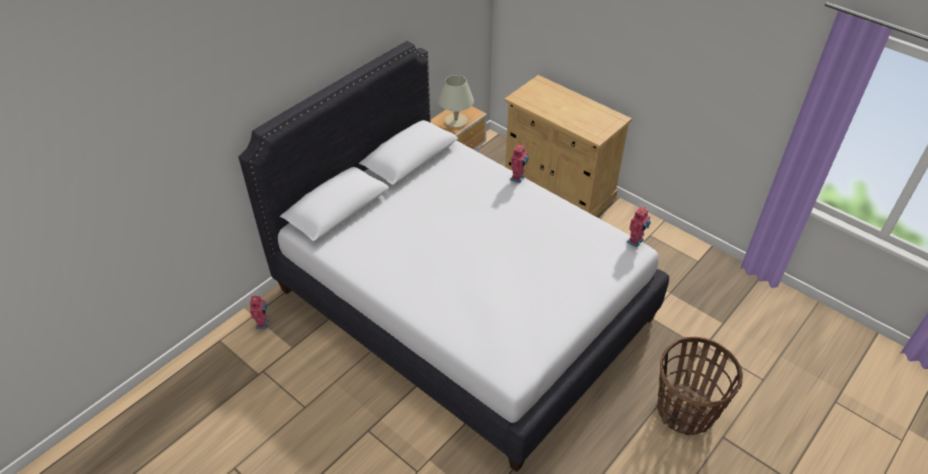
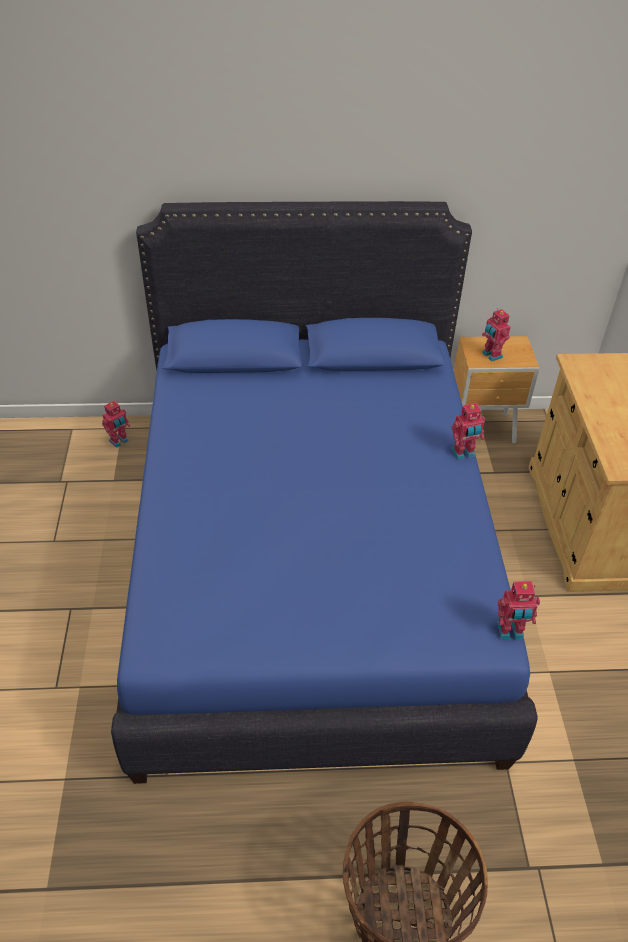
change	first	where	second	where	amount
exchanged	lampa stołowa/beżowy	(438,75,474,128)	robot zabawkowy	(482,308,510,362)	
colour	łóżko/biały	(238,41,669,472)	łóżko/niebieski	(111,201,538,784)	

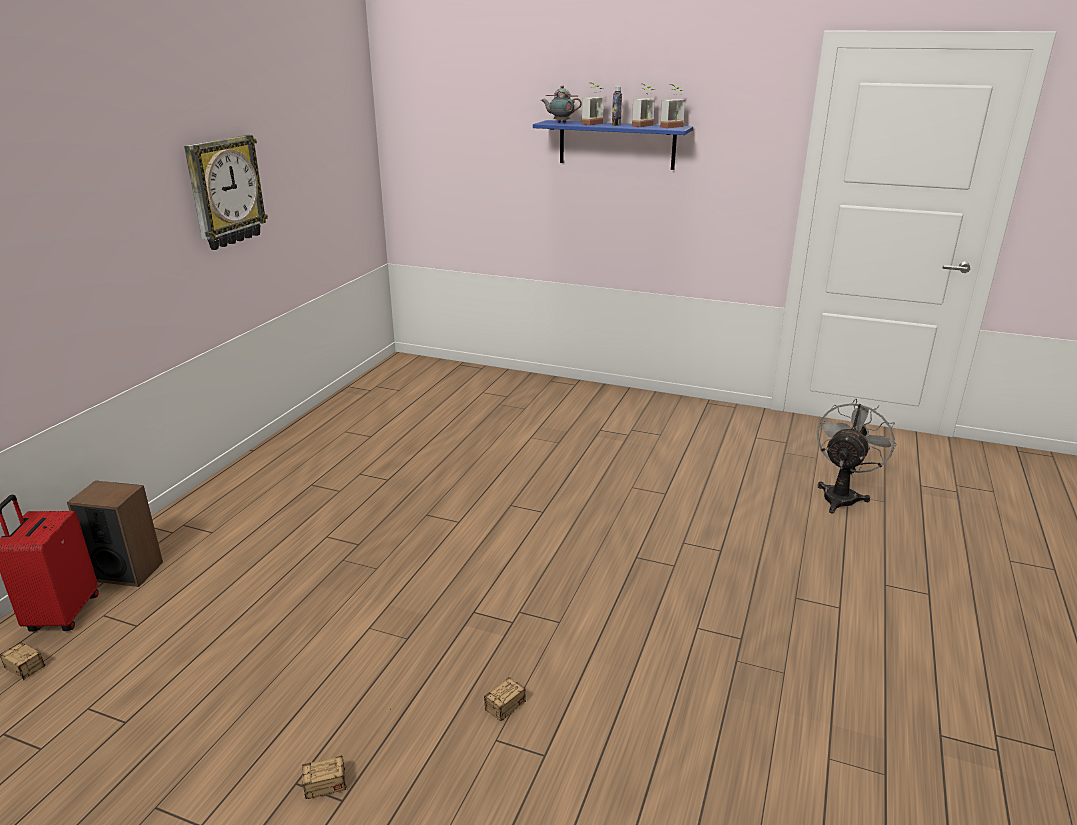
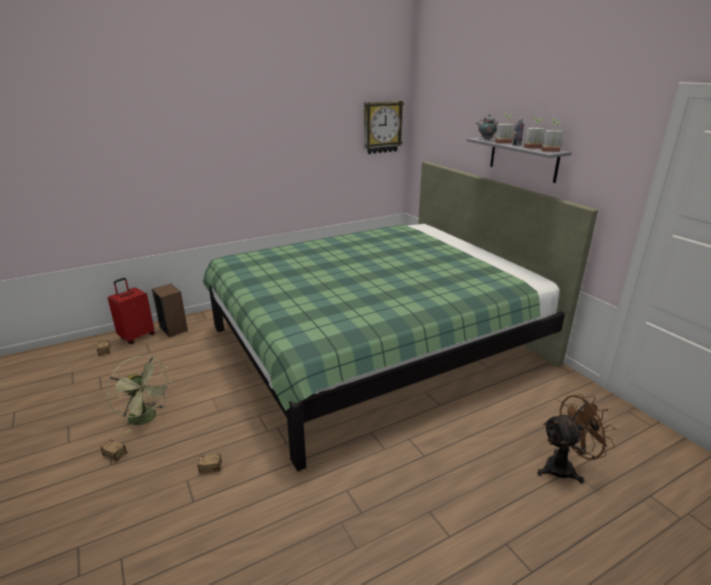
change	first	where	second	where	amount
appeared			wentylator/zielony	(106,356,172,433)	
appeared			łóżko/zielony	(203,162,598,471)	
relocated	zegar ścienny	(184,135,268,250)		(364,101,404,154)	
colour	półka/niebieski	(533,120,693,170)	półka/szary	(467,137,572,183)	
colour	wentylator/szary	(817,398,896,514)	wentylator/brązowy	(537,394,616,483)	

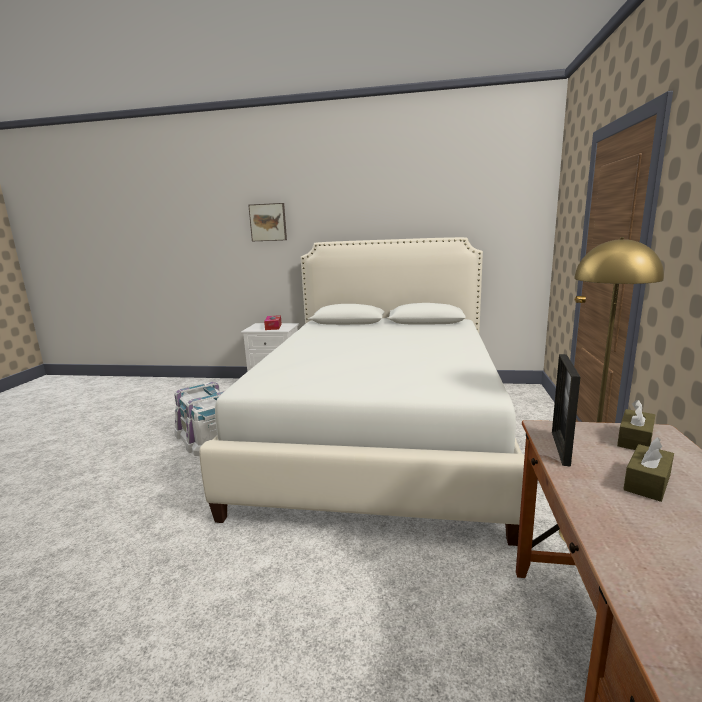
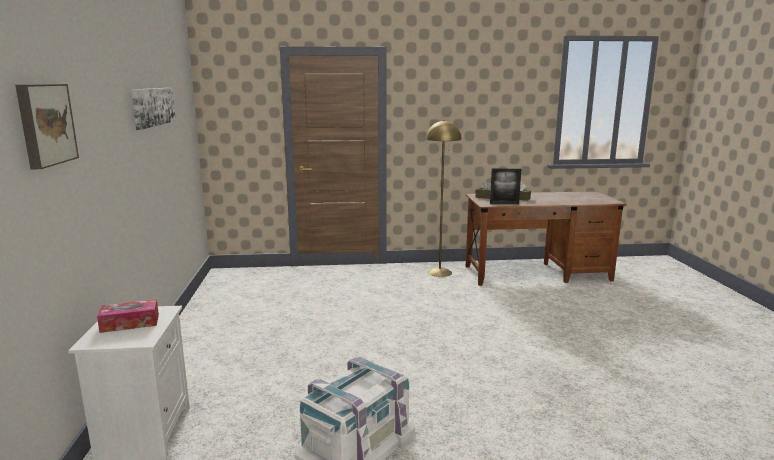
change	first	where	second	where	amount
missing	łóżko/biały	(199,237,525,546)			
appeared			obraz	(131,88,176,130)	

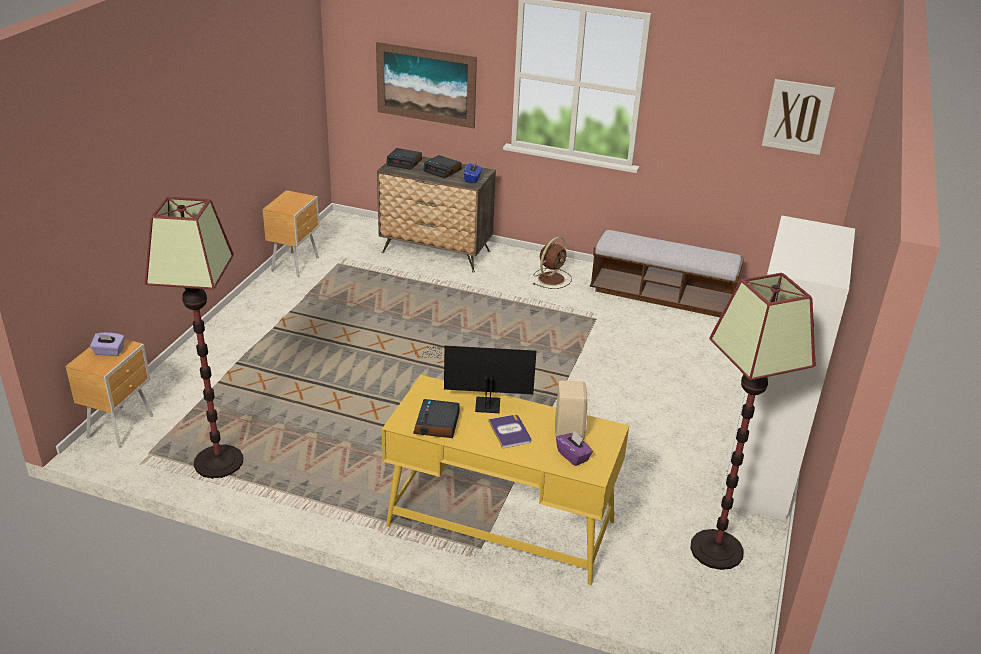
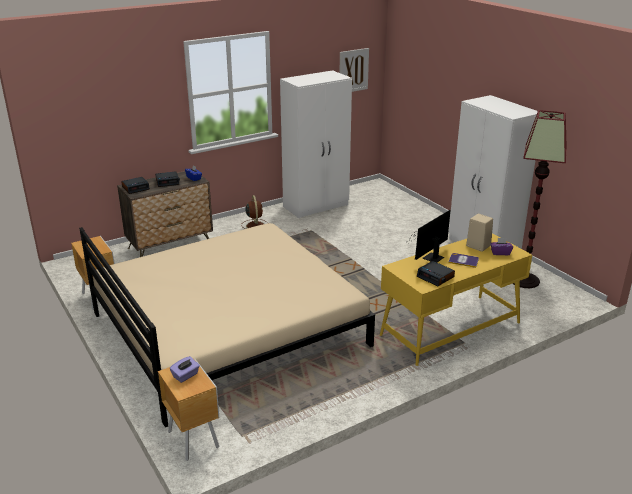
change	first	where	second	where	amount
missing	lampa stojąca	(144,197,243,479)			
missing	obraz	(376,42,477,128)			
appeared			łóżko/beżowy	(79,223,375,427)	
exchanged	ławka	(590,230,744,317)	szafa/biały	(280,70,352,218)	

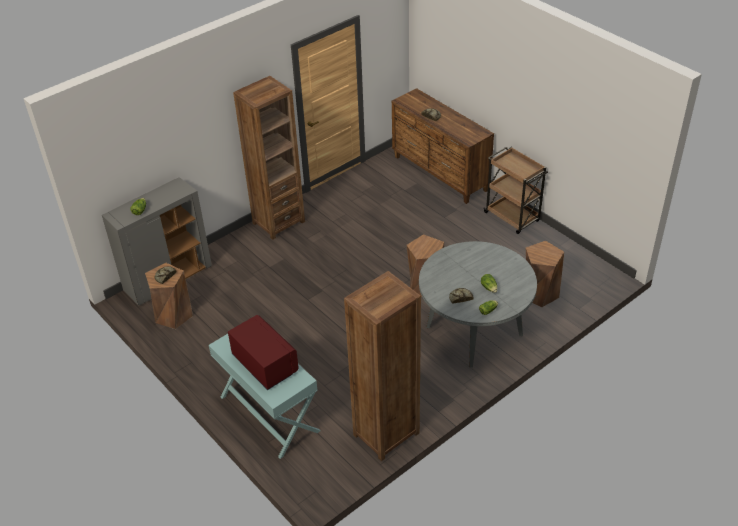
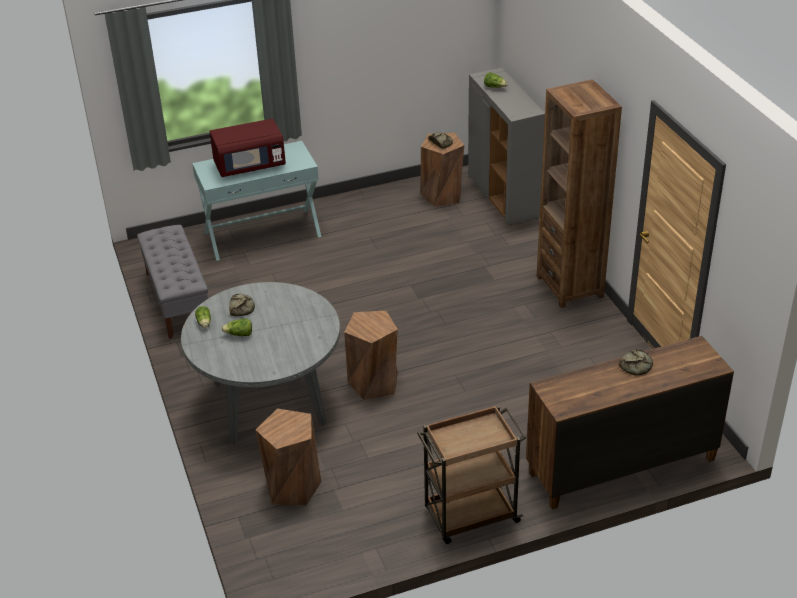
change	first	where	second	where	amount
exchanged	regał/brązowy	(344,271,421,461)	ławka/szary	(137,225,208,339)	

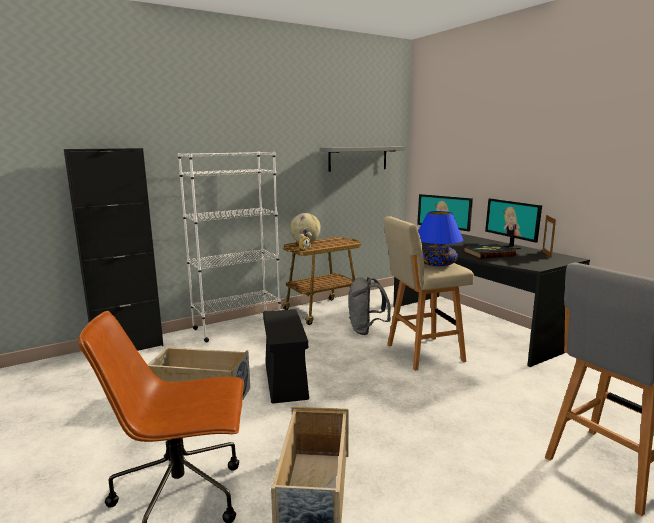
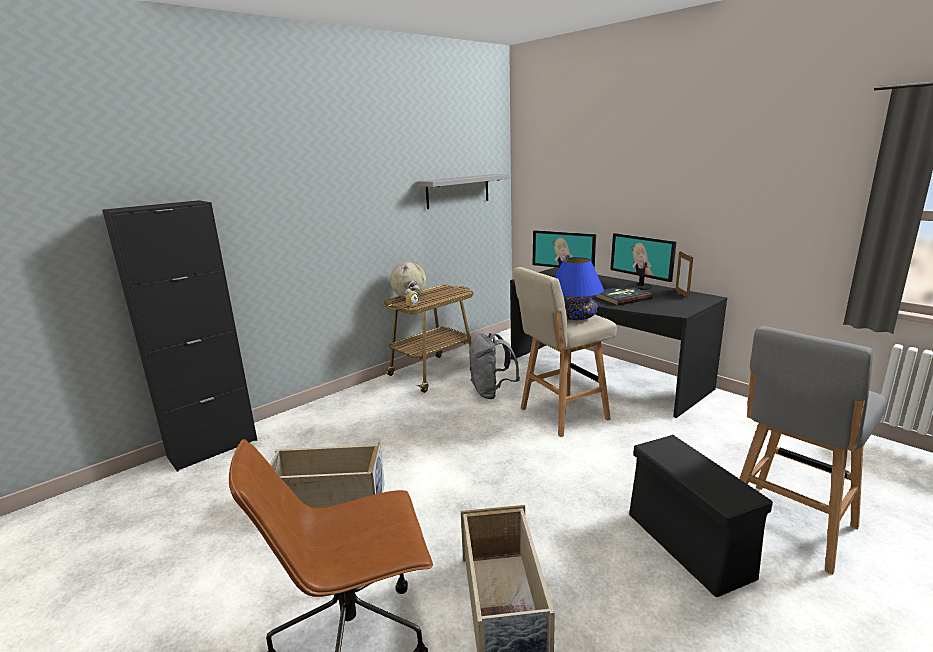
change	first	where	second	where	amount
missing	regał/biały	(178,151,281,343)			
relocated	pojemnik do przechowywania/czarny	(263,309,309,404)		(629,435,773,597)	

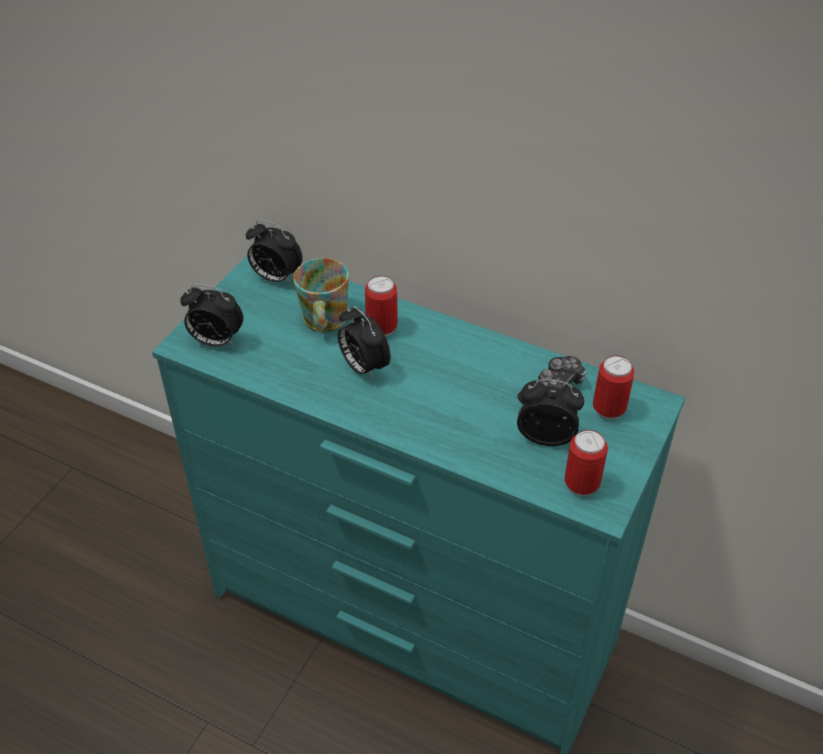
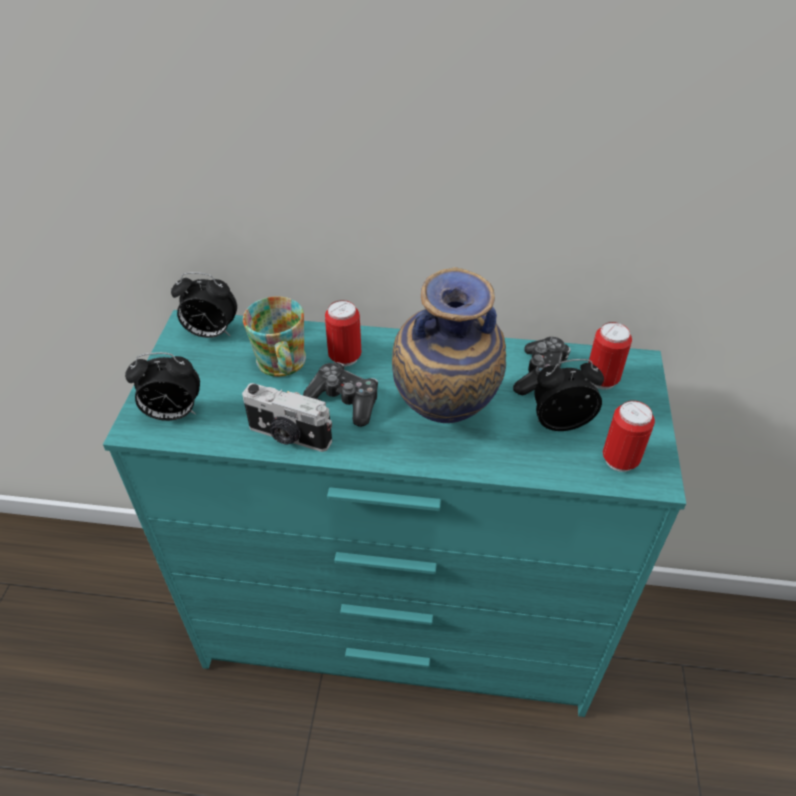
change	first	where	second	where	amount
appeared			aparat fotograficzny	(242,383,332,452)	
appeared			wazon	(392,267,506,423)	
exchanged	budzik	(338,305,391,380)	pad do gier	(303,362,378,427)	

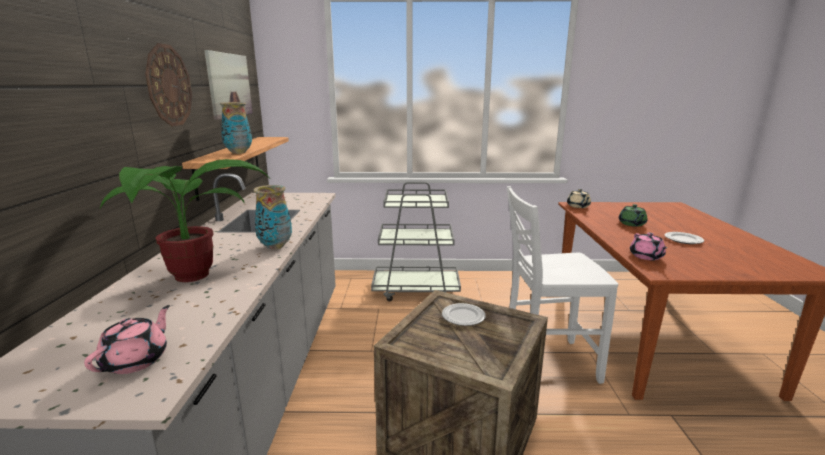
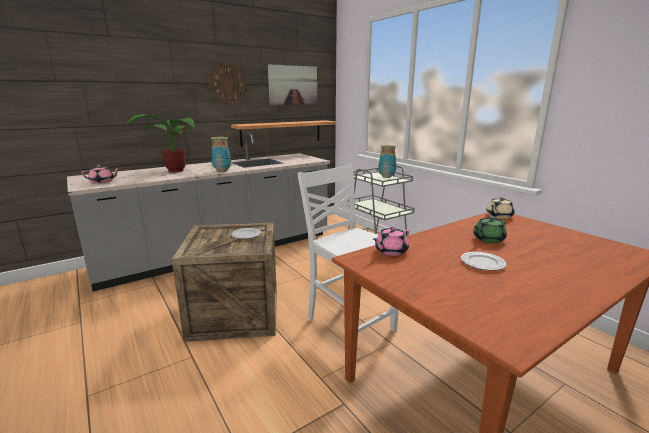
change	first	where	second	where	amount
relocated	wazon	(220,102,252,154)		(378,145,396,178)	

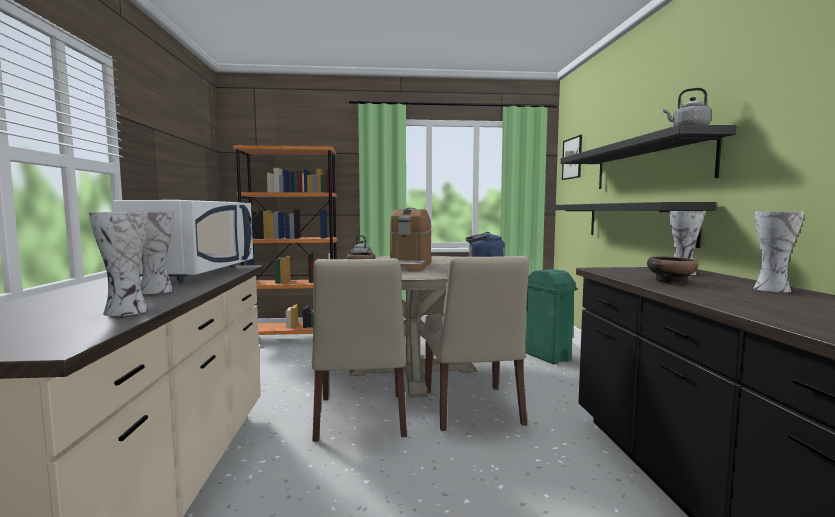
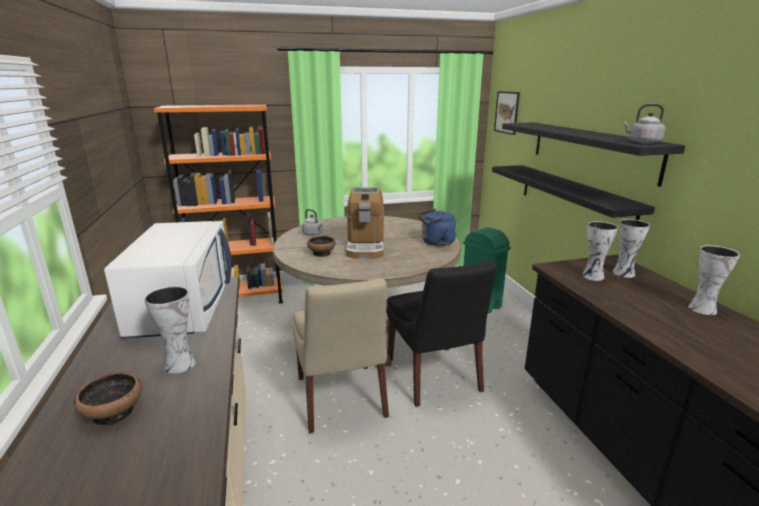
change	first	where	second	where	amount
relocated	wazon	(89,212,149,316)		(582,221,618,281)	
relocated	miska	(647,257,698,284)		(74,372,142,426)	
colour	krzesło/beżowy	(424,256,529,431)	krzesło/czarny	(387,261,497,407)	

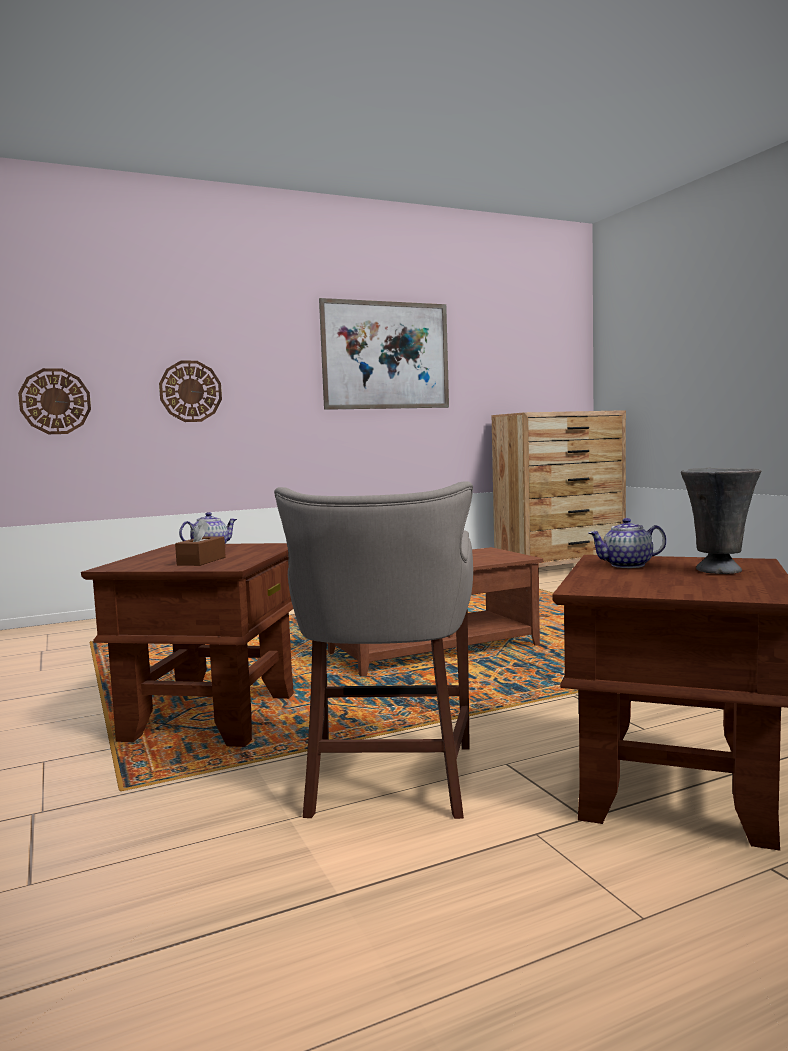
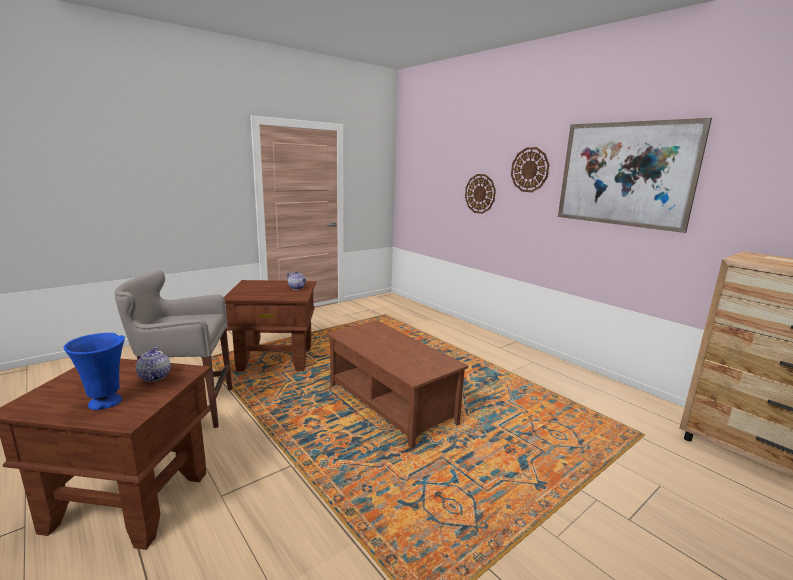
change	first	where	second	where	amount
missing	pudełko chusteczek/brązowy	(175,519,226,566)			
relocated	zegar ścienny	(18,368,91,434)		(511,147,549,192)	
colour	wazon/szary	(681,468,761,574)	wazon/niebieski	(63,333,125,410)	

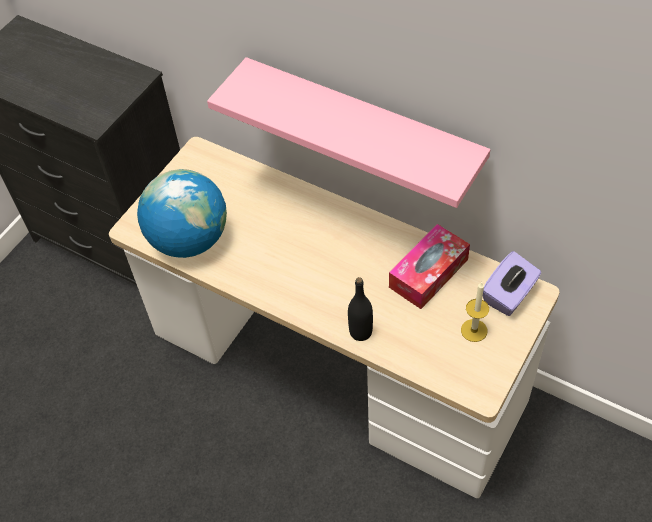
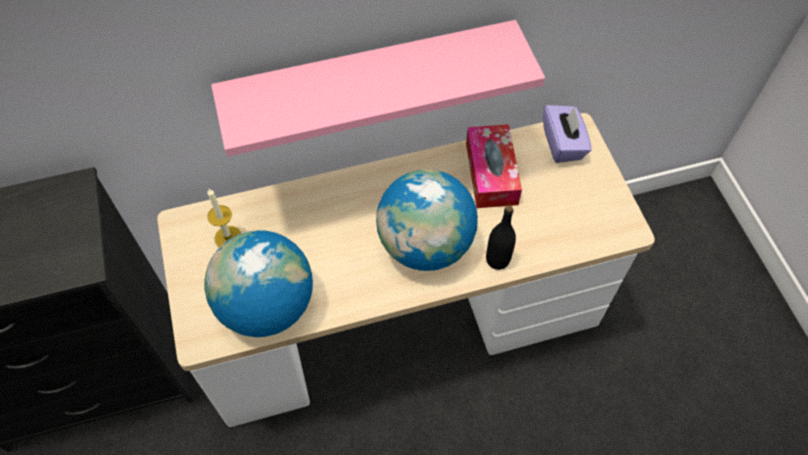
change	first	where	second	where	amount
appeared			globus	(376,169,478,271)	
relocated	świeca	(461,282,489,342)		(207,189,241,247)	

